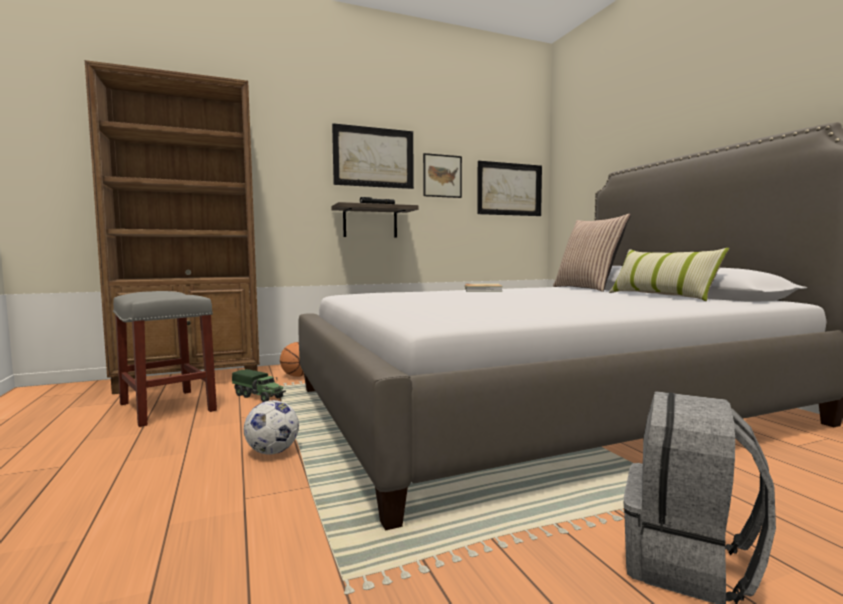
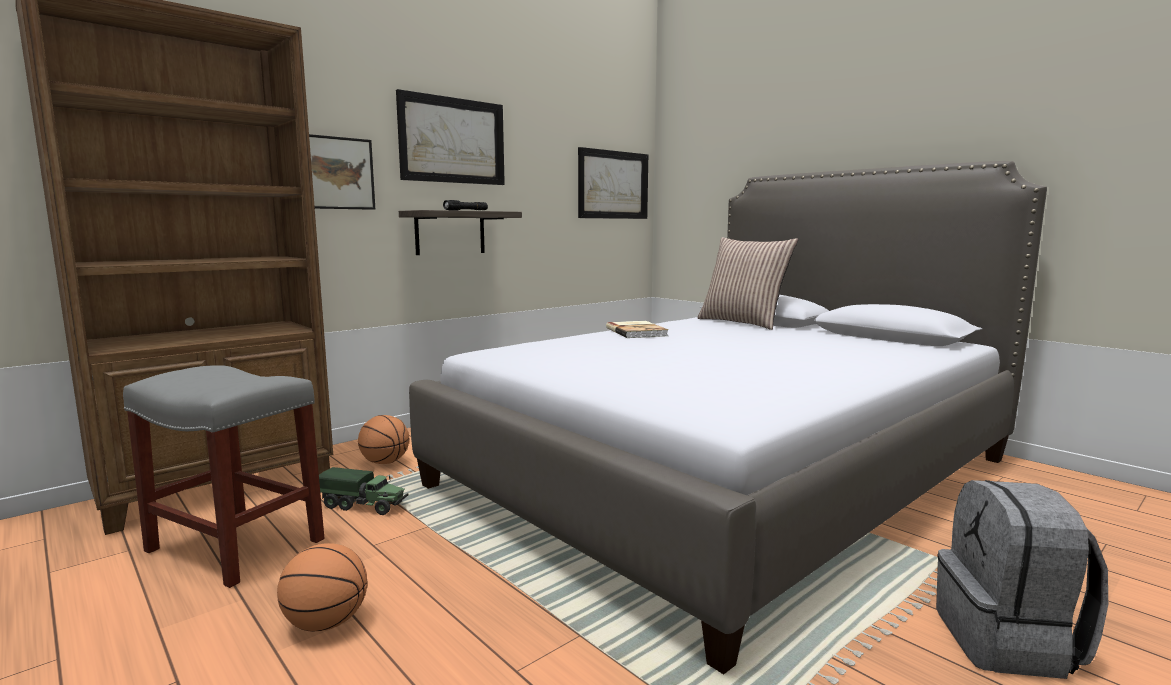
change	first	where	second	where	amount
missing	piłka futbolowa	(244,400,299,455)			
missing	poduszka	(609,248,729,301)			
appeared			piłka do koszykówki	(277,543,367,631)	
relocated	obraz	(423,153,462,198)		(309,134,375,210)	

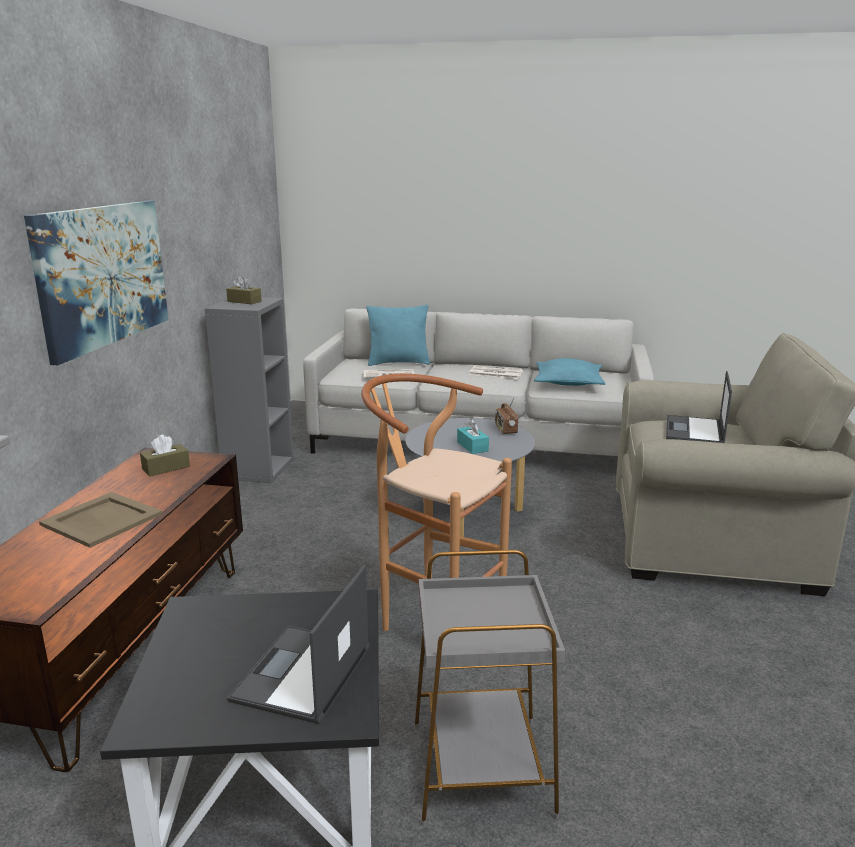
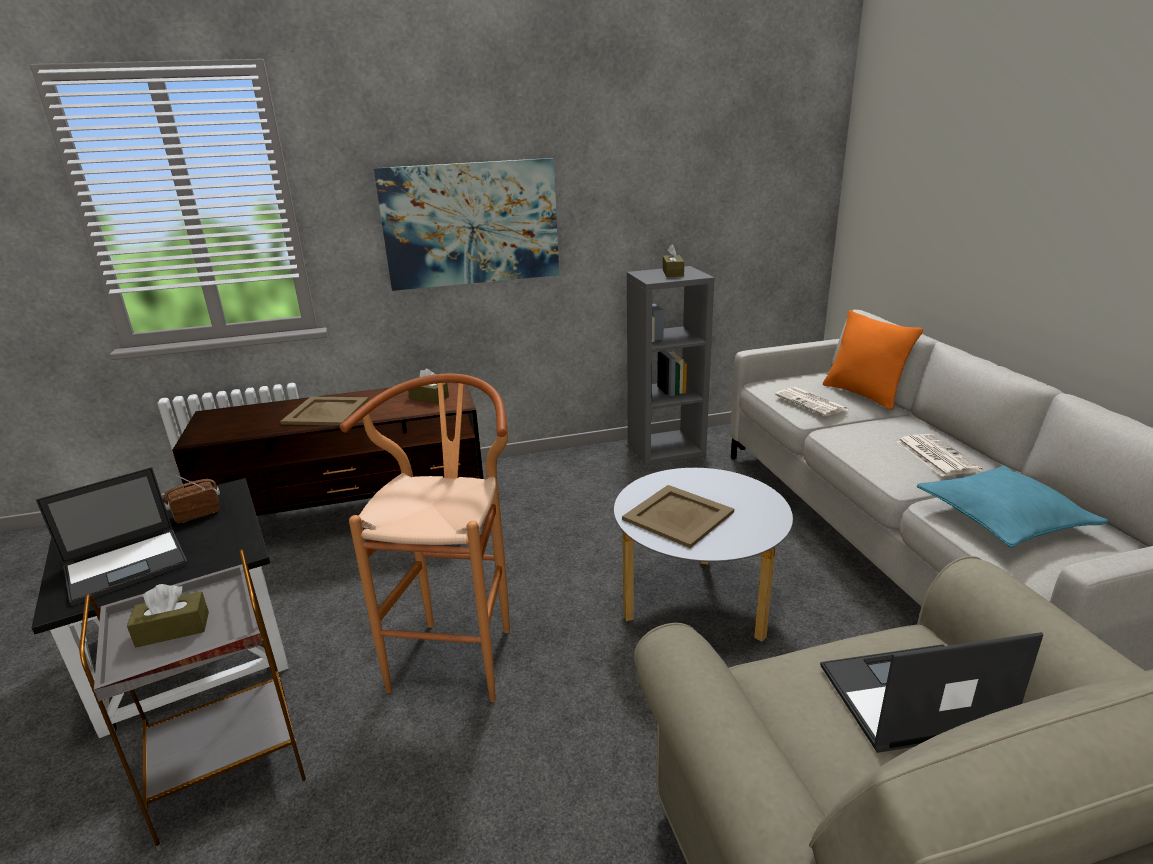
change	first	where	second	where	amount
appeared			pudełko chusteczek/brązowy	(127,584,209,647)	
relocated	radio	(495,398,518,434)		(164,475,220,523)	
exchanged	pudełko chusteczek/turkusowy	(457,419,489,454)	taca/beżowy	(622,485,734,548)	
colour	poduszka/turkusowy	(367,305,430,366)	poduszka/pomarańczowy	(823,310,923,410)	
spun	laptop	(227,565,370,724)		(36,467,188,606)	150 degrees clockwise

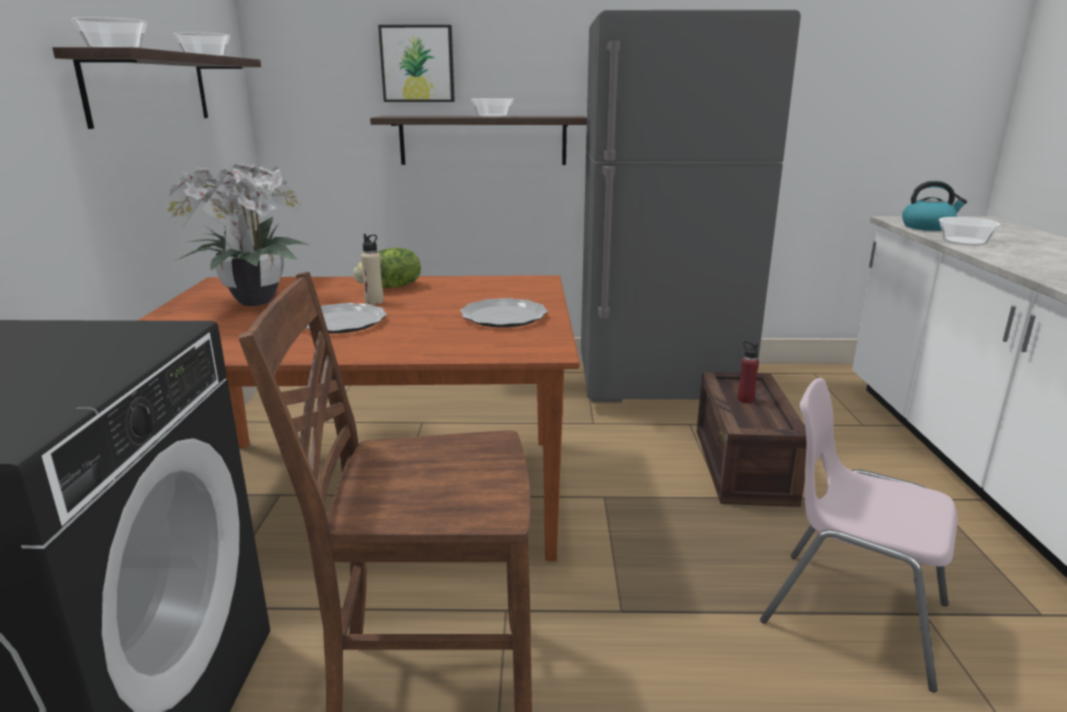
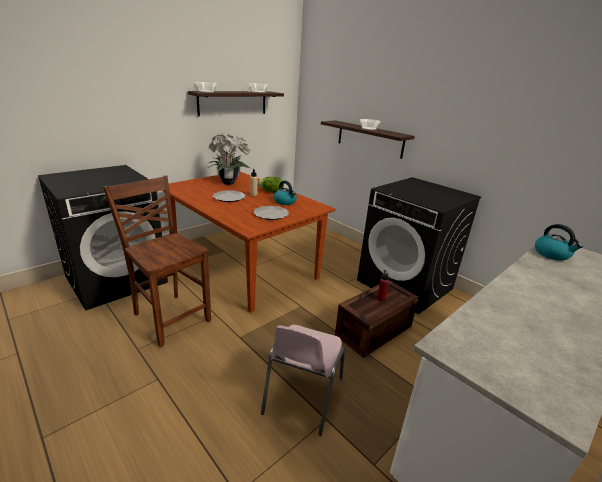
change	first	where	second	where	amount
missing	obraz	(378,25,455,102)			
missing	miska	(939,217,1000,246)			
appeared			czajnik	(274,181,297,205)	
exchanged	lodówka/szary	(581,10,801,402)	pralka/czarny	(357,177,481,314)	
spun	krzesło/różowy	(760,378,958,692)		(261,325,345,436)	150 degrees counterclockwise

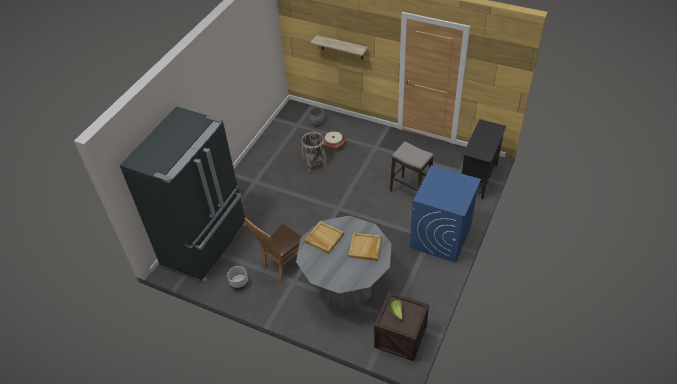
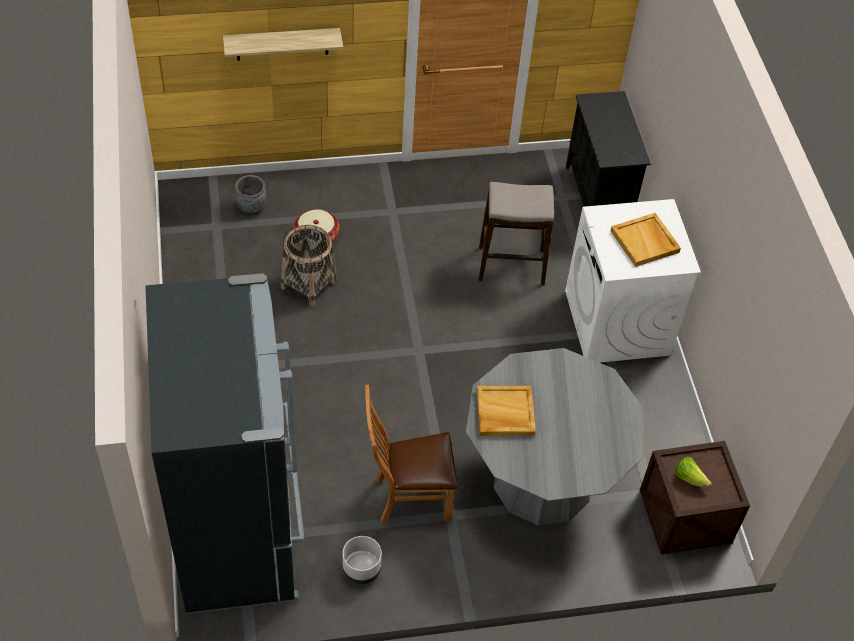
change	first	where	second	where	amount
relocated	taca/beżowy	(349,233,382,261)		(611,213,681,267)	
colour	pralka/niebieski	(410,165,481,263)	pralka/biały	(565,199,701,363)	
spun	krzesło/brązowy	(244,218,301,281)		(365,385,458,523)	75 degrees clockwise

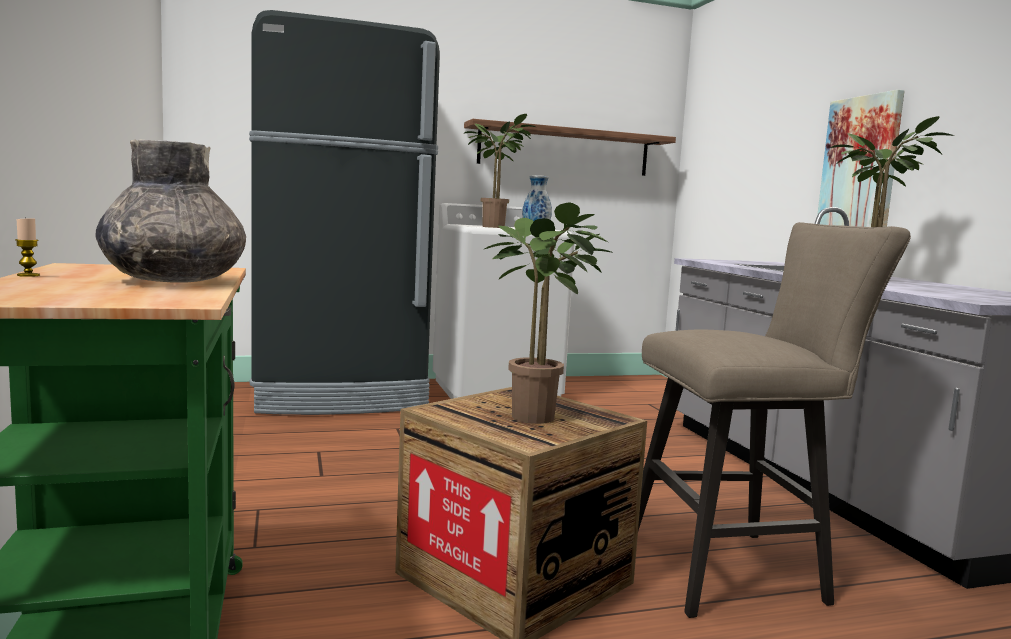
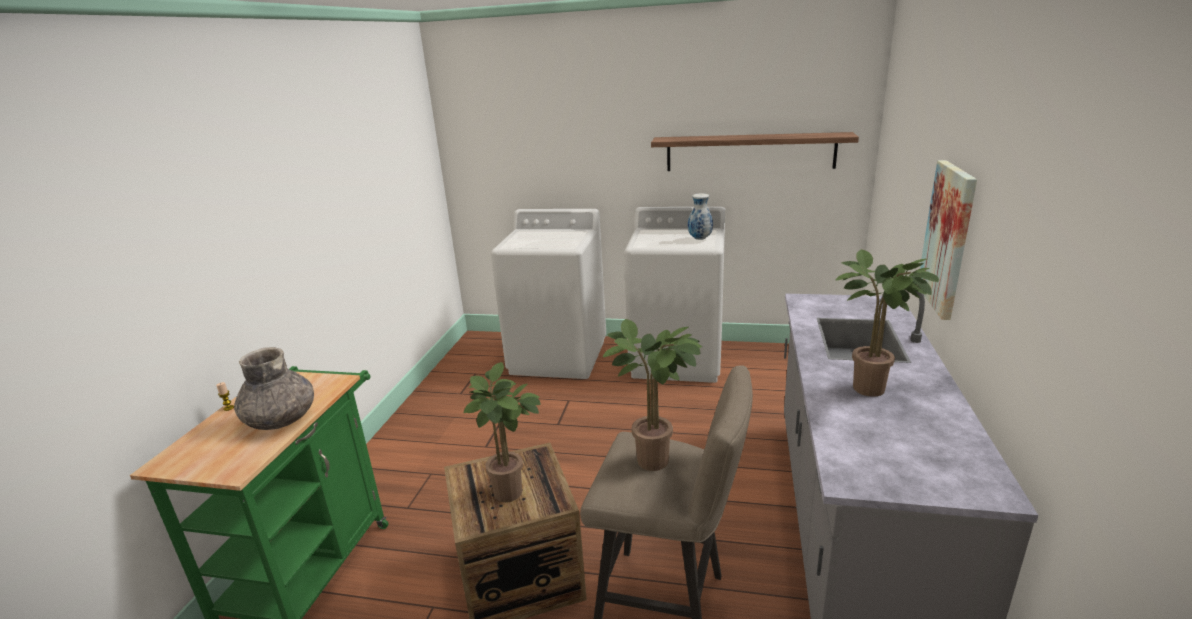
change	first	where	second	where	amount
relocated	roślina doniczkowa	(464,114,536,228)		(603,319,702,471)	
exchanged	lodówka/czarny	(249,10,440,415)	pralka/biały	(491,209,606,379)	

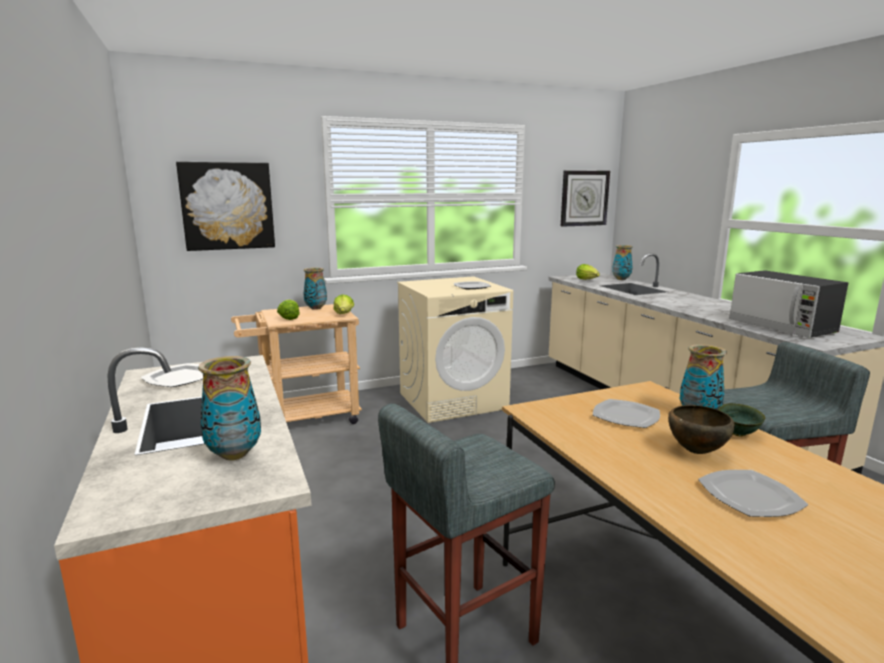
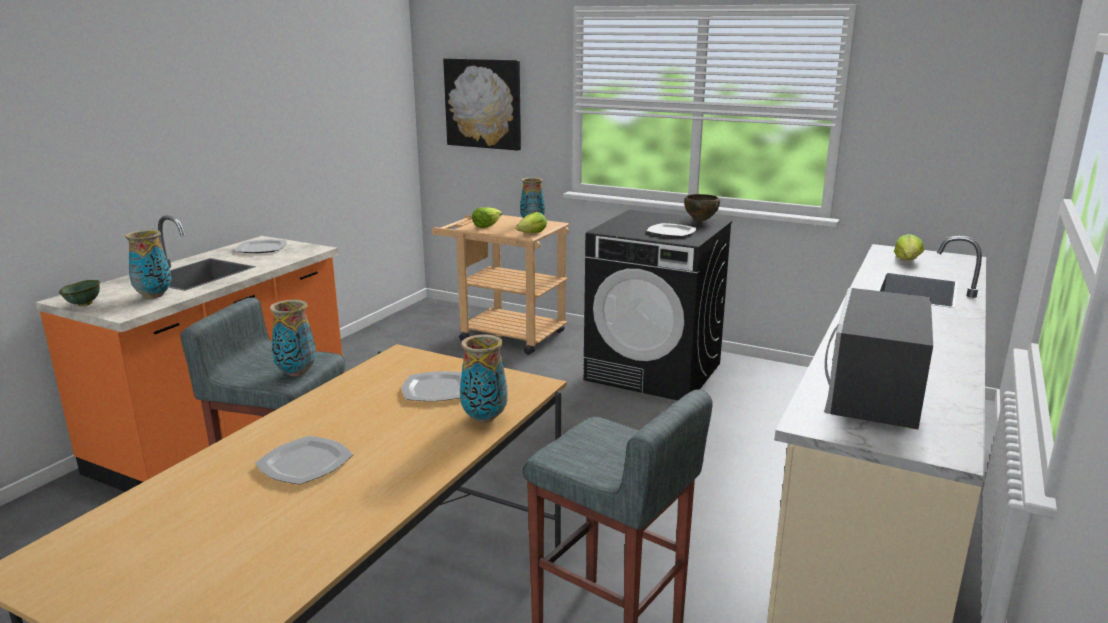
change	first	where	second	where	amount
missing	zegar ścienny	(561,170,610,227)			
relocated	wazon	(612,245,633,280)		(270,300,316,377)	
relocated	miska/brązowy	(668,405,735,454)		(684,194,720,221)	
relocated	miska/zielony	(718,403,765,436)		(59,280,100,307)	
colour	pralka/beżowy	(397,276,513,423)	pralka/czarny	(583,210,732,400)	

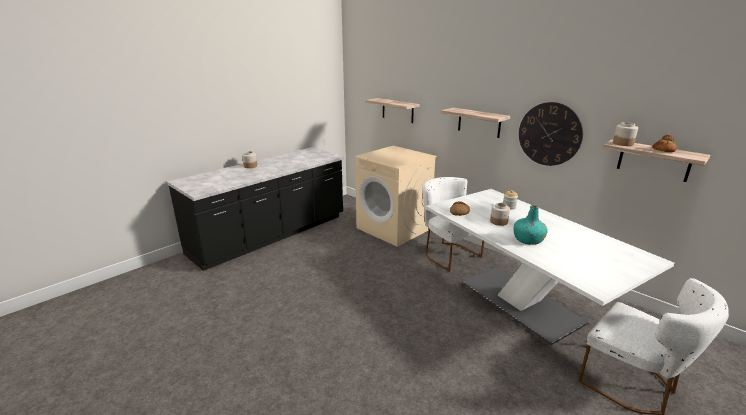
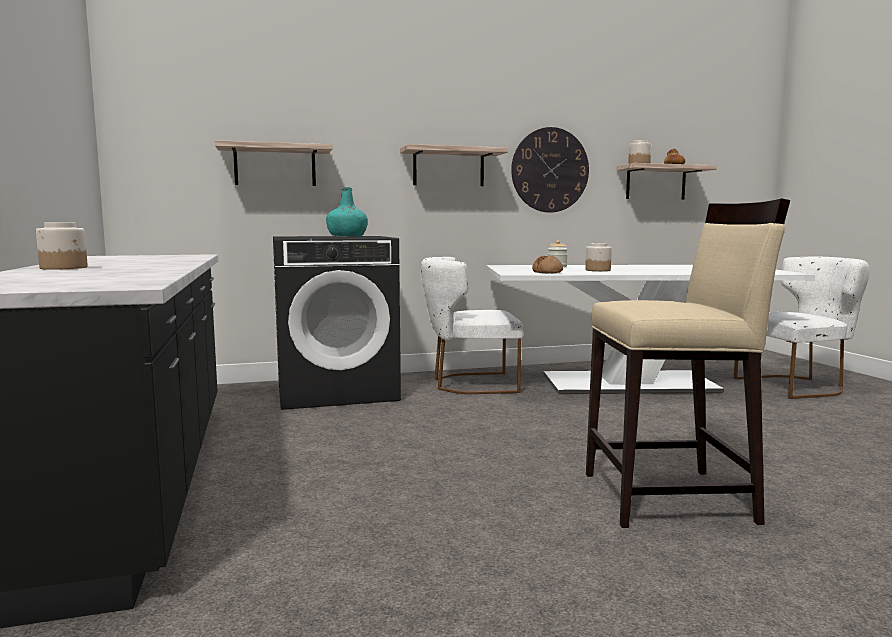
change	first	where	second	where	amount
appeared			stołek/beżowy	(586,198,790,528)	
relocated	butelka/turkusowy	(514,205,548,245)		(326,187,368,237)	
colour	pralka/beżowy	(355,146,437,247)	pralka/czarny	(273,236,401,410)	

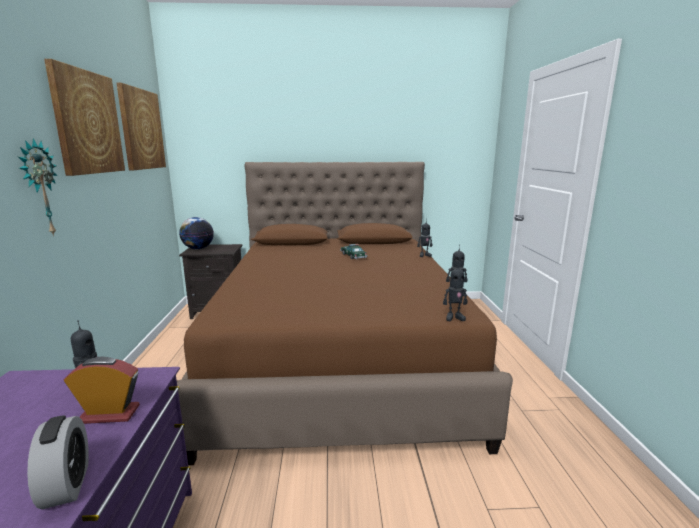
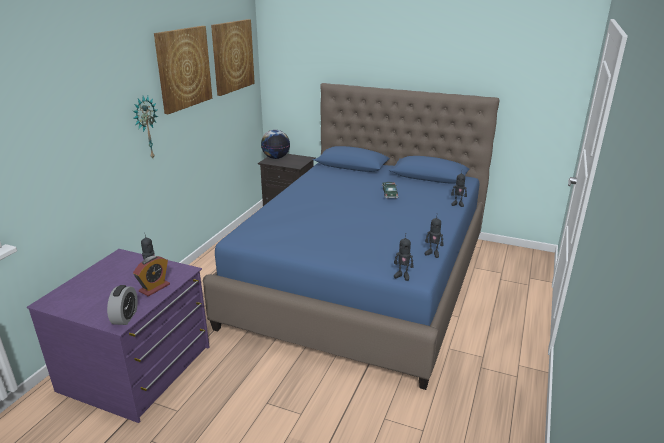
change	first	where	second	where	amount
colour	łóżko/brązowy	(177,162,513,465)	łóżko/niebieski	(203,83,499,390)	
spun	budzik	(64,357,140,424)		(133,256,170,297)	105 degrees clockwise

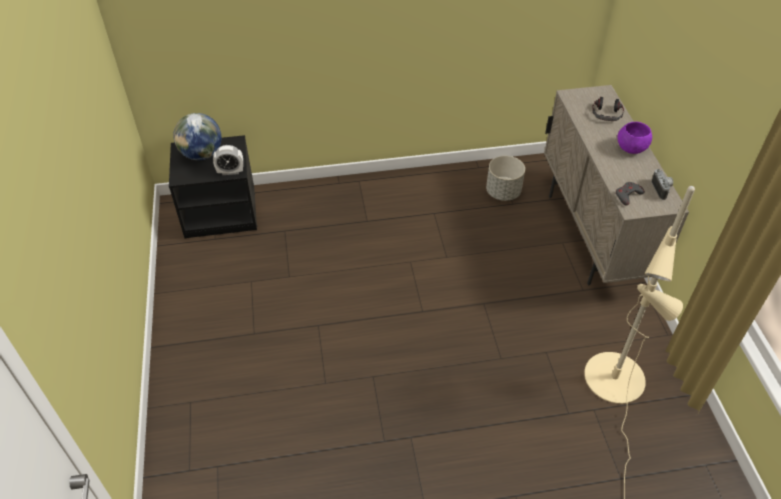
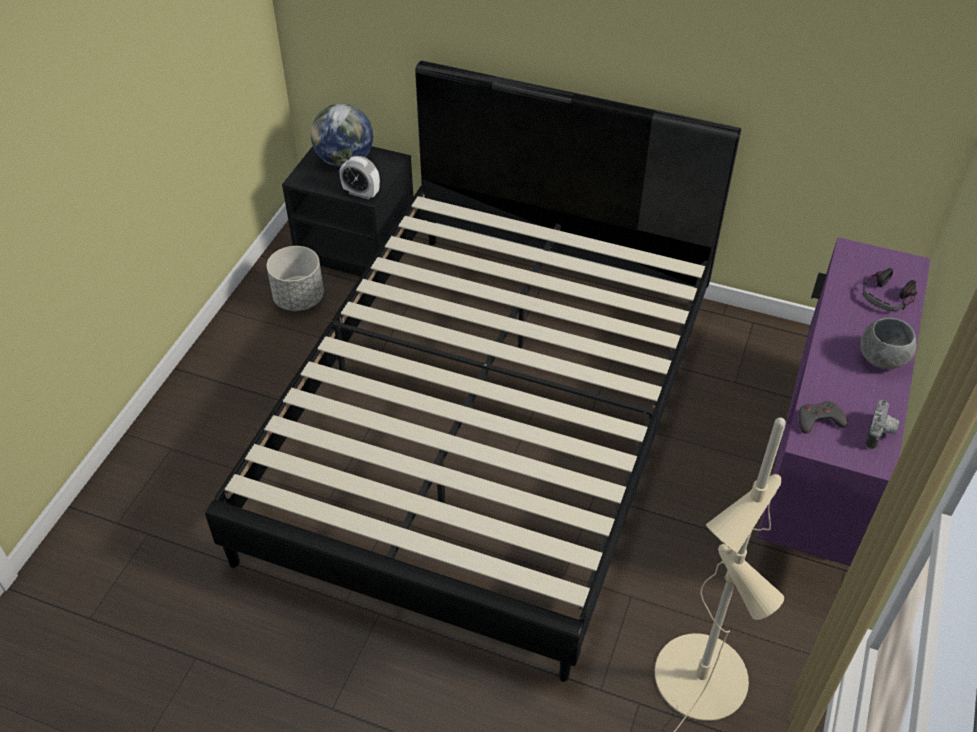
change	first	where	second	where	amount
appeared			łóżko/czarny	(205,61,741,682)	
relocated	donica/szary	(486,156,525,201)		(267,246,324,311)	
colour	szafka/beżowy	(544,85,689,285)	szafka/fioletowy	(757,237,931,566)	
colour	miska/fioletowy	(617,122,652,154)	miska/szary	(860,318,916,369)	

